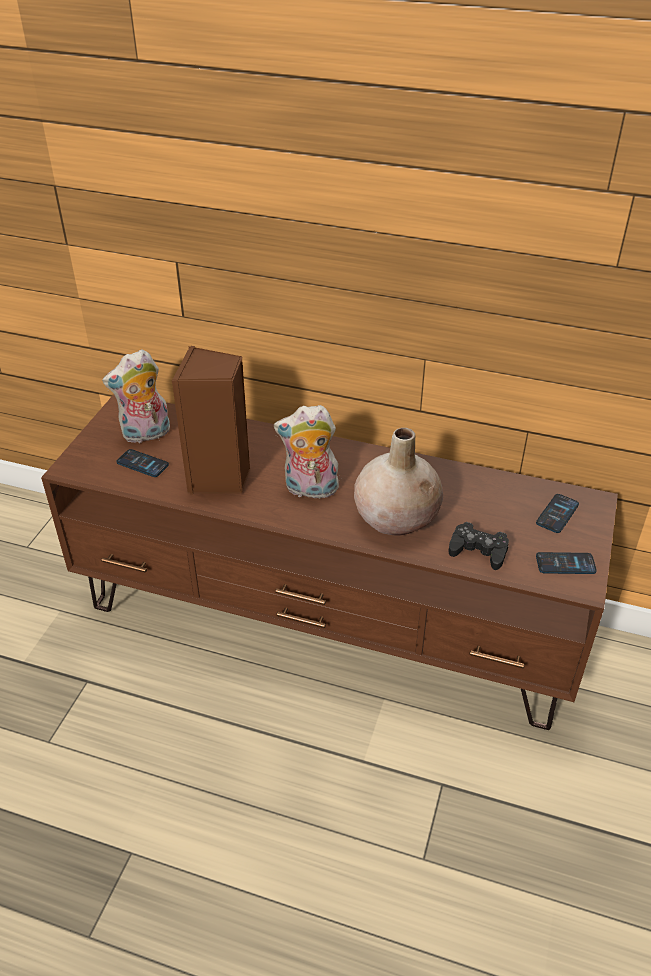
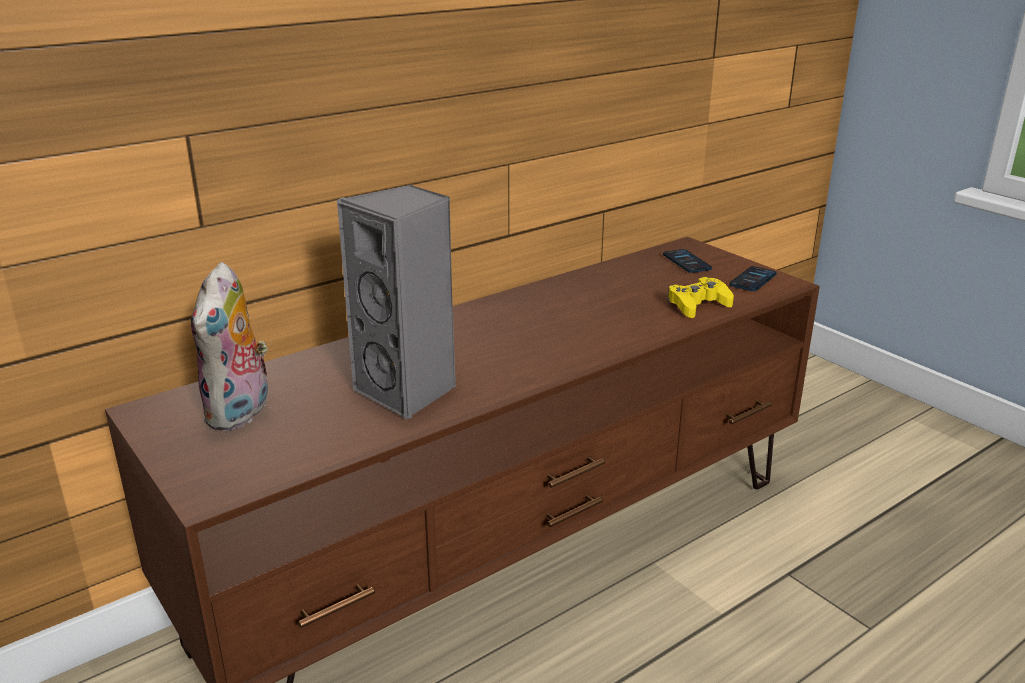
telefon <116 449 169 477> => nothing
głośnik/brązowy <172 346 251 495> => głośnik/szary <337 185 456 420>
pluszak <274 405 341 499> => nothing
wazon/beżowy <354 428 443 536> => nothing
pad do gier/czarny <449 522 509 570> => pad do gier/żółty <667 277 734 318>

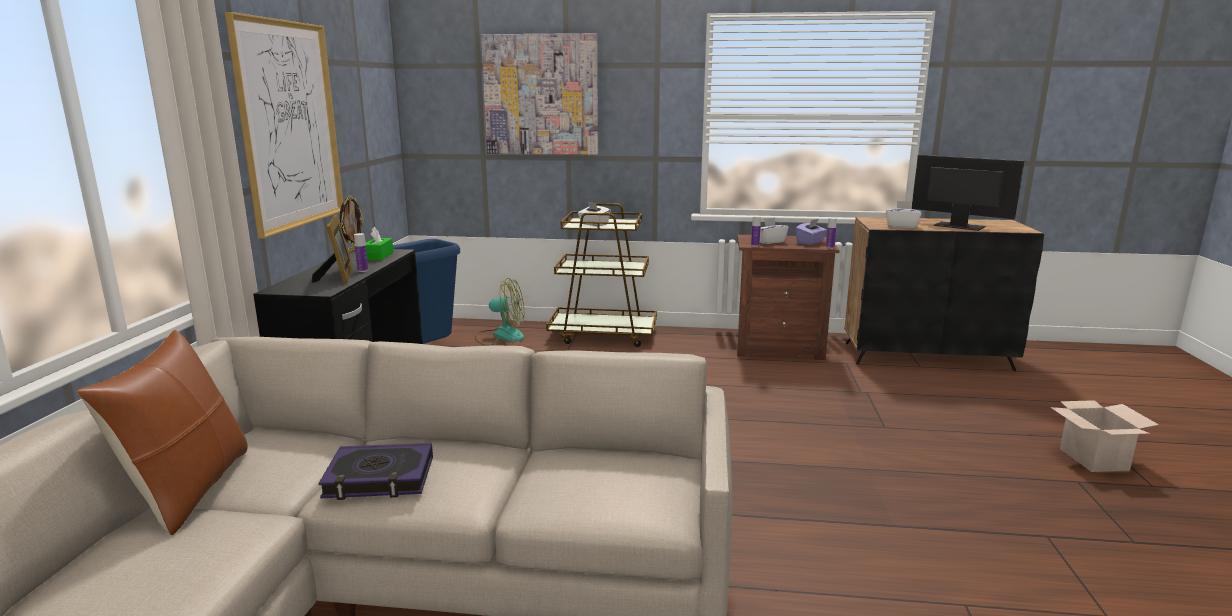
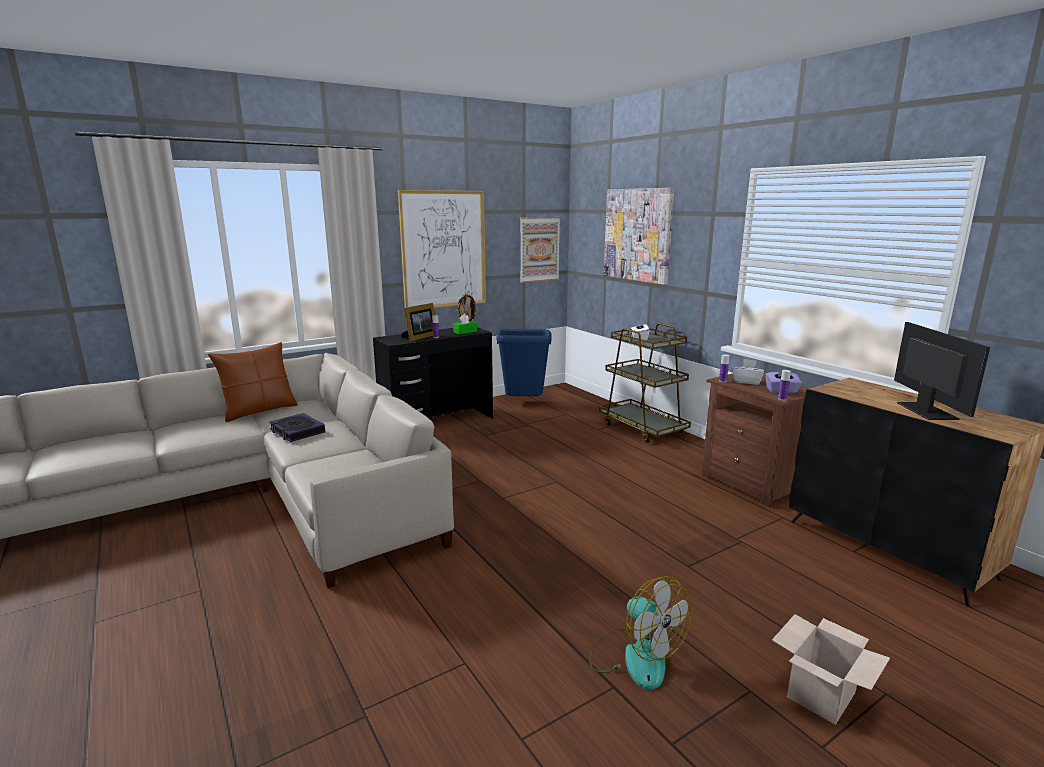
wentylator <475 278 524 346> => wentylator <589 576 691 690>, moved
pudełko chusteczek/biały <886 201 922 228> => nothing
nothing => obraz <520 217 560 283>

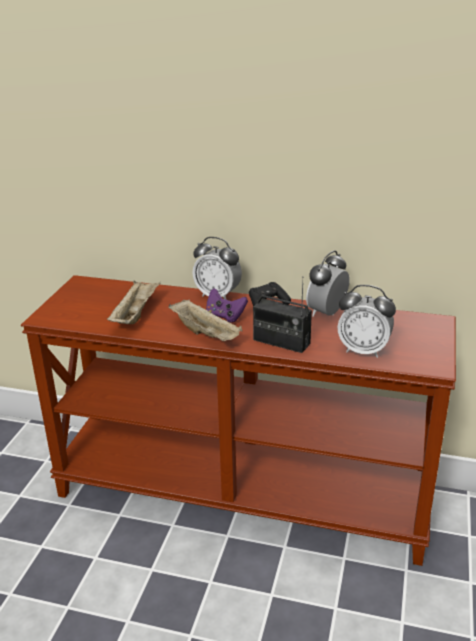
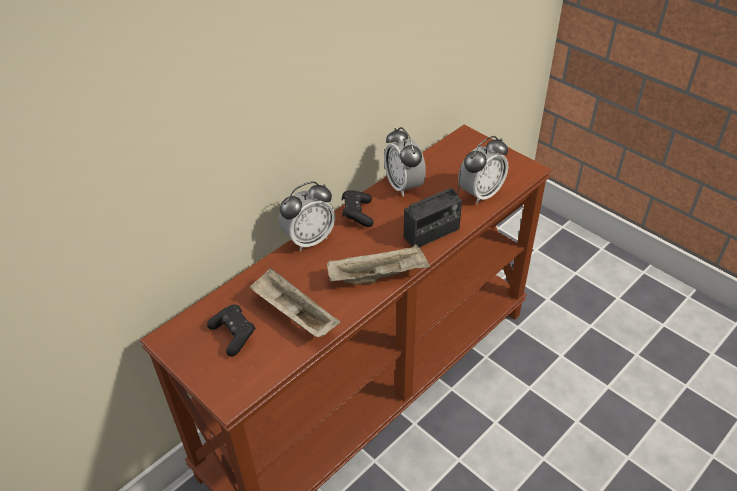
pad do gier/fioletowy <206 288 248 322> => nothing
nothing => pad do gier/czarny <207 304 256 356>

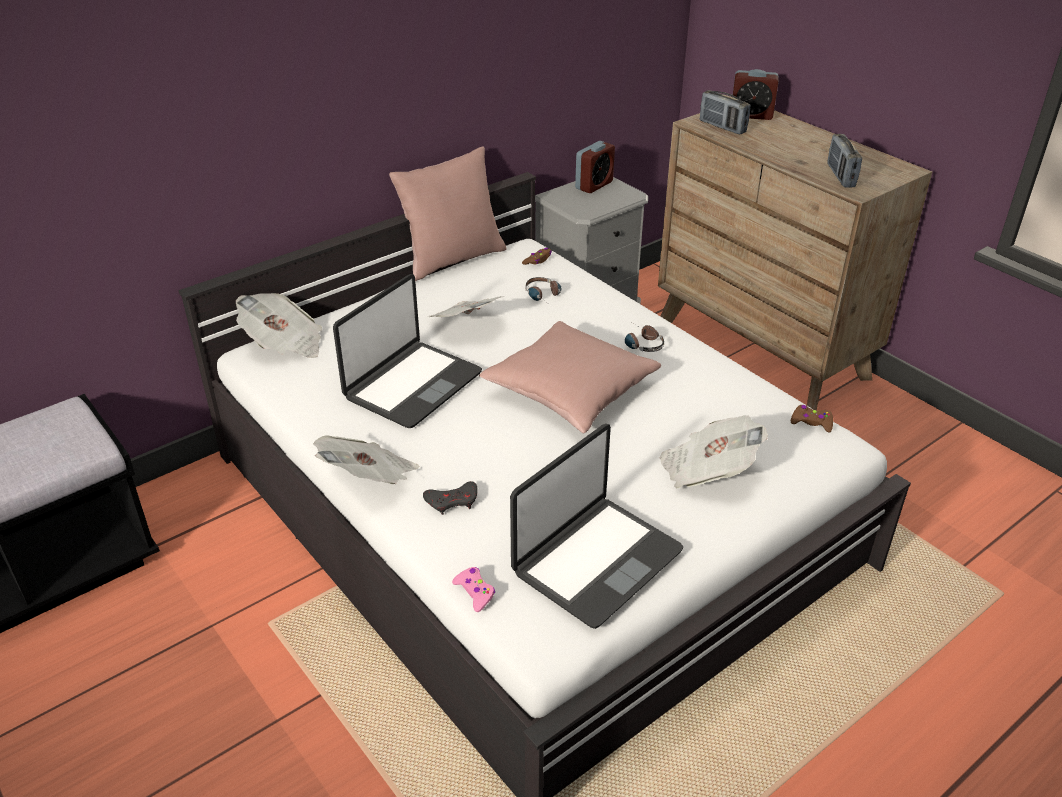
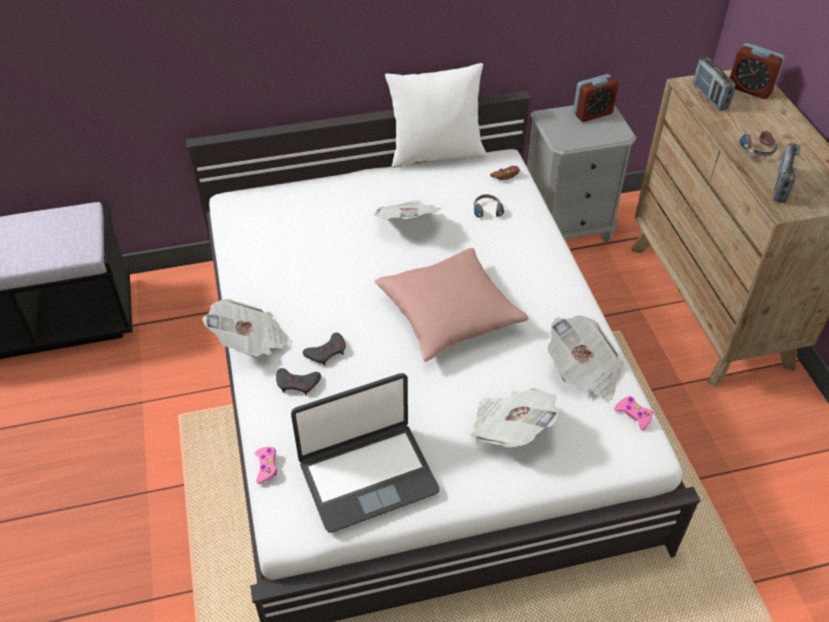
gazeta <236 293 322 358> => gazeta <548 315 624 401>, moved
laptop <333 274 482 428> => nothing
poduszka/różowy <389 146 506 281> => poduszka/biały <385 63 487 168>
słuchawki <625 325 664 352> => słuchawki <740 129 778 156>, moved
pad do gier/brązowy <791 405 833 432> => pad do gier/różowy <614 396 653 431>
nothing => pad do gier/szary <303 333 346 365>

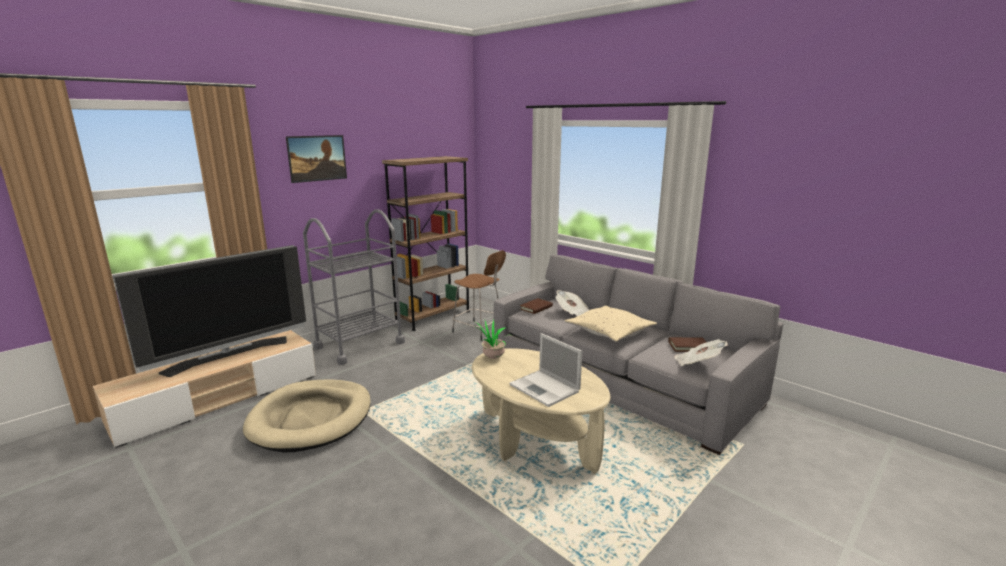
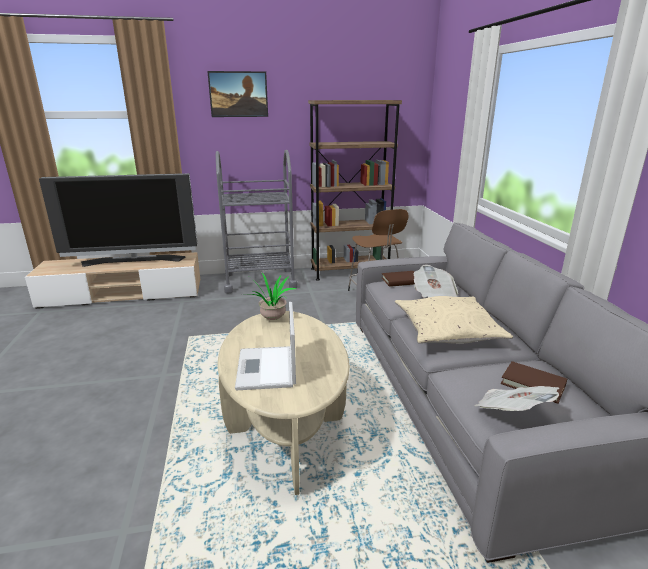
legowisko/beżowy <243 379 371 453> => nothing

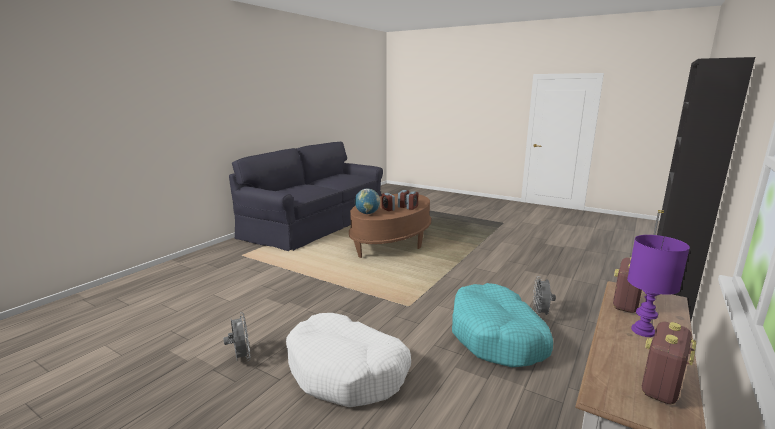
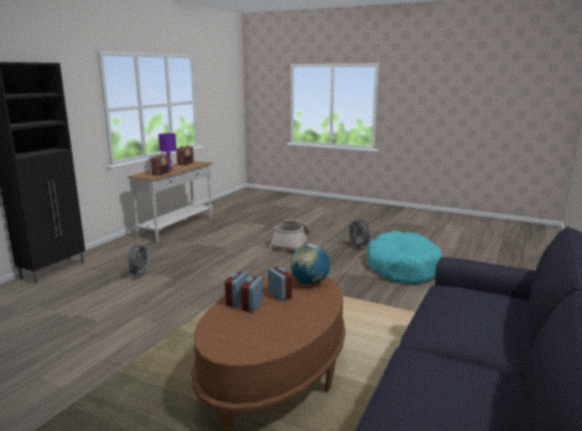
legowisko/biały <286 313 411 407> => koszyk <269 220 310 250>
legowisko/turkusowy <452 283 553 367> => legowisko/turkusowy <367 231 442 285>, moved

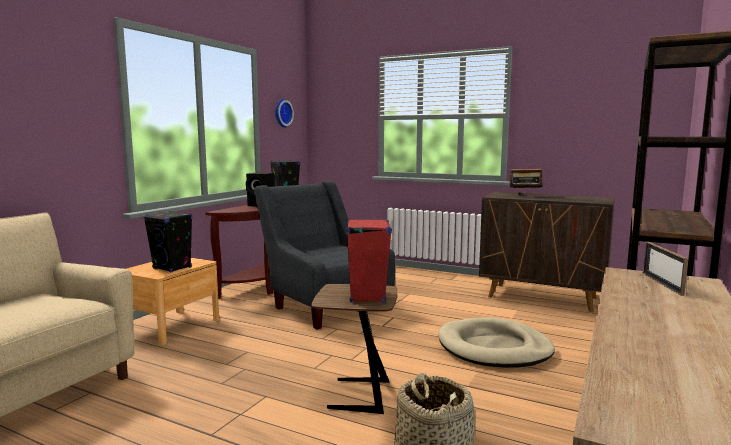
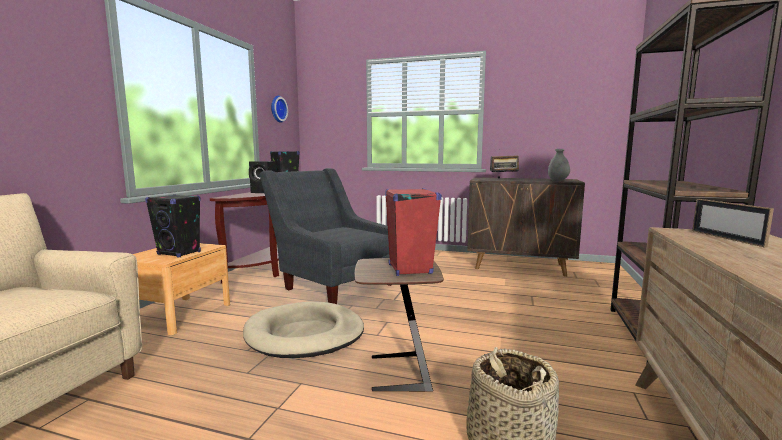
legowisko/beżowy <438 317 555 368> => legowisko/beżowy <243 301 364 358>, moved
nothing => wazon/szary <548 149 570 181>

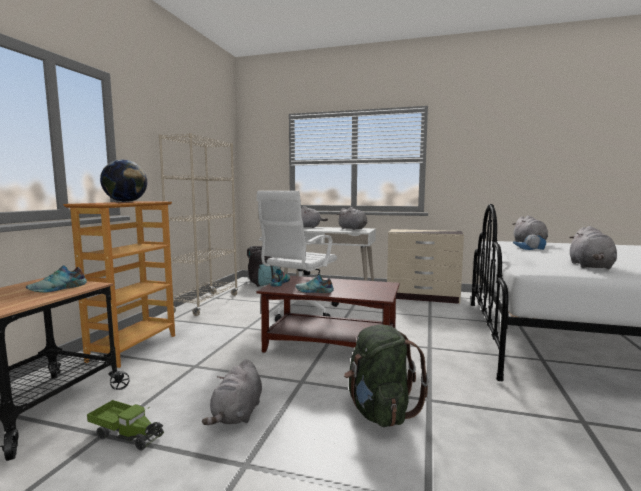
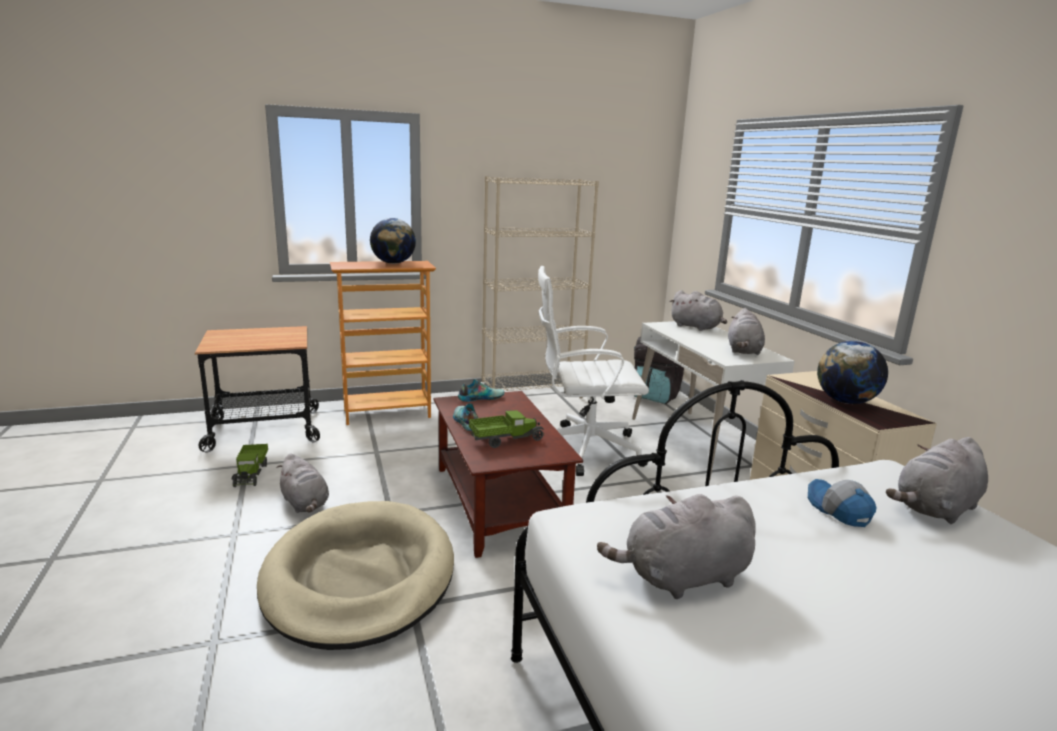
but <26 265 87 292> => nothing
pluszak/szary <202 359 262 425> => pluszak/szary <276 454 329 513>, 105 degrees counterclockwise
plecak/zielony <344 325 429 427> => legowisko/beżowy <257 501 454 650>
nothing => ciężarówka zabawkowa <469 410 544 448>
nothing => globus <817 341 888 404>

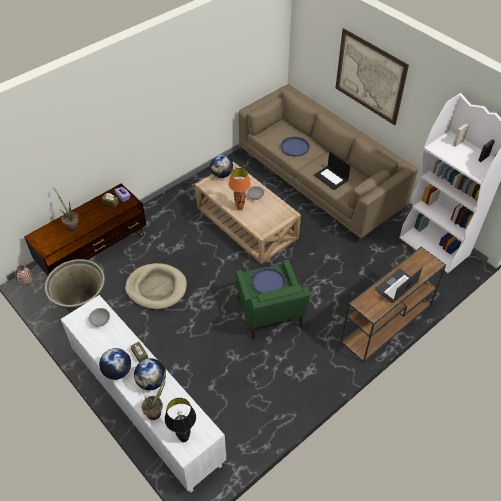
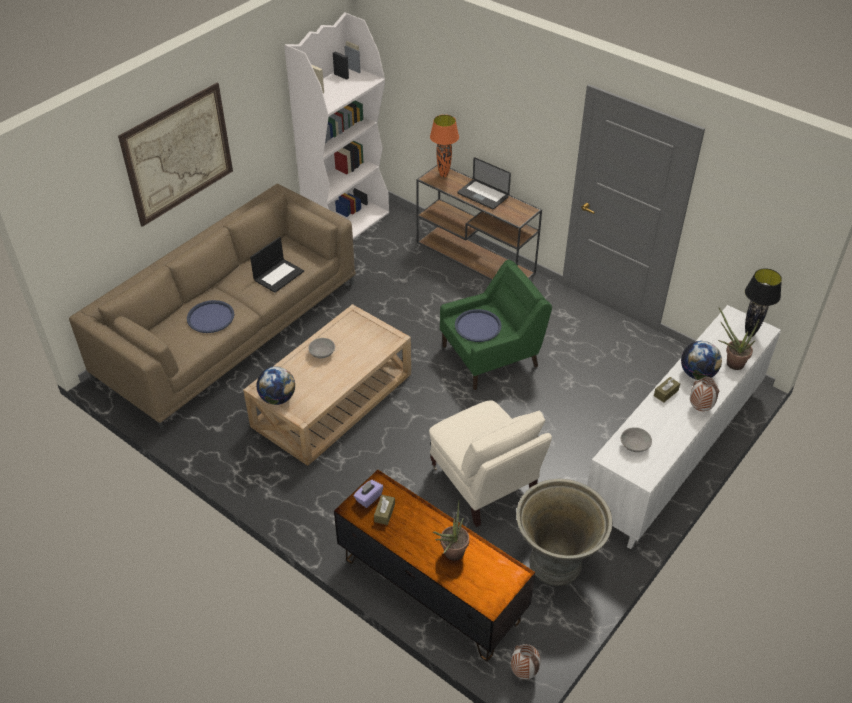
globus <99 348 131 380> => wazon <690 377 719 411>
legowisko/beżowy <125 263 187 310> => fotel/beżowy <429 400 552 527>
lampa stołowa/pomarańczowy <228 168 251 210> => lampa stołowa/pomarańczowy <430 115 459 177>, moved

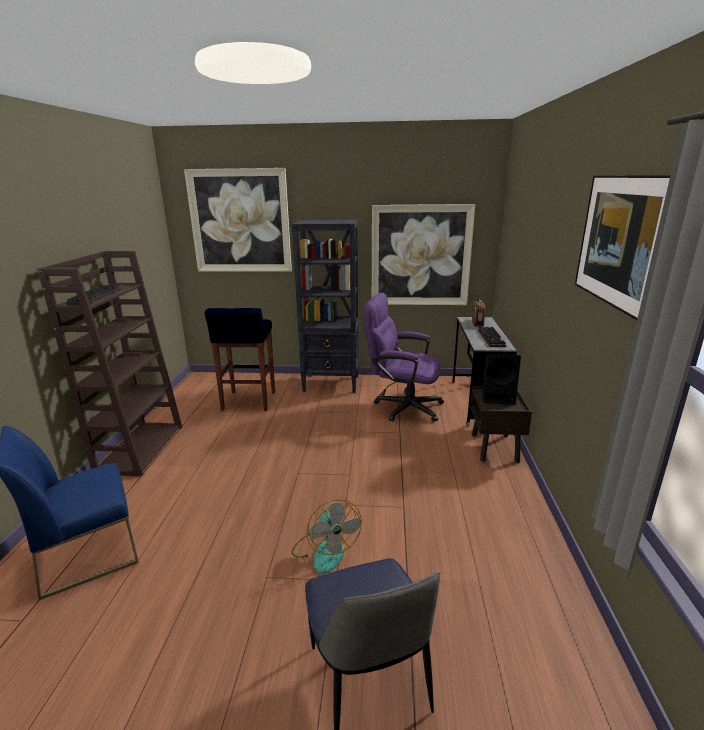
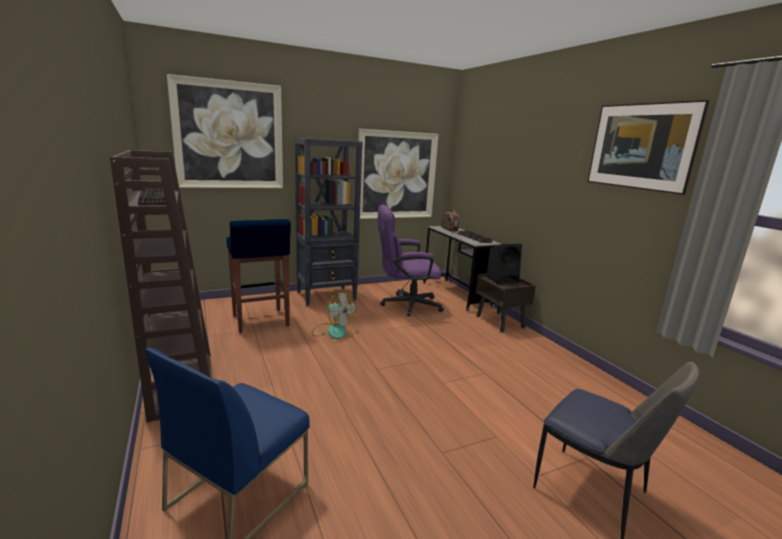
wentylator <292 499 362 574> => wentylator <312 291 356 339>, moved

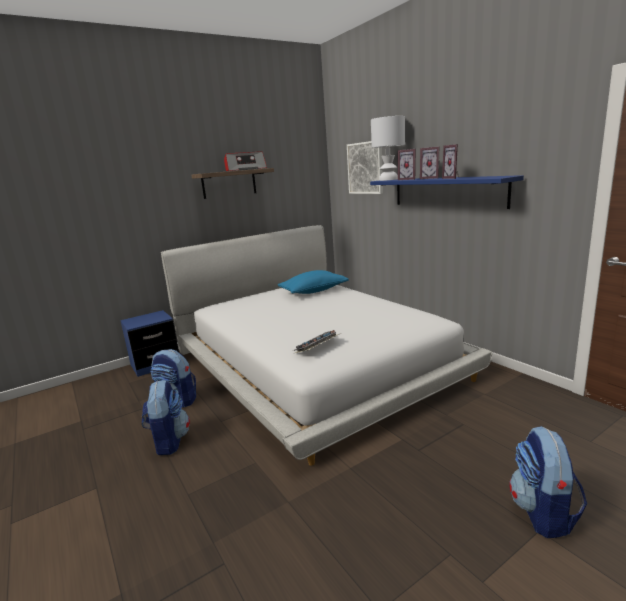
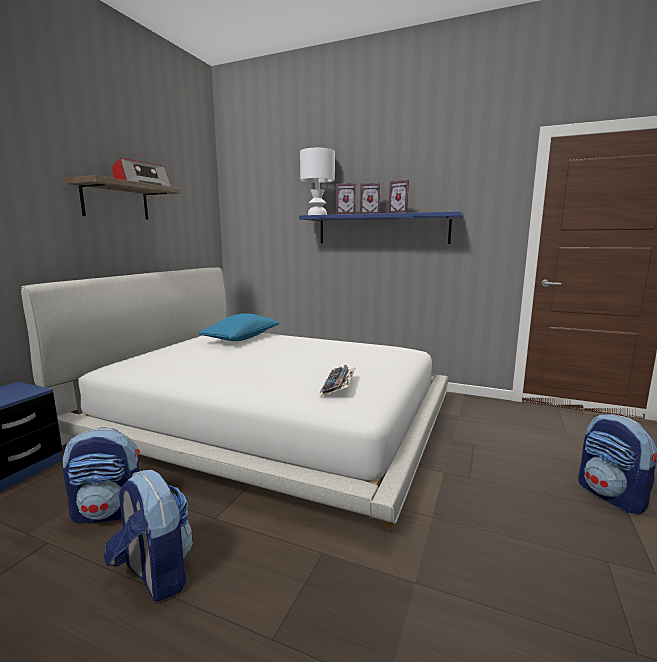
obraz <347 141 383 194> => nothing

